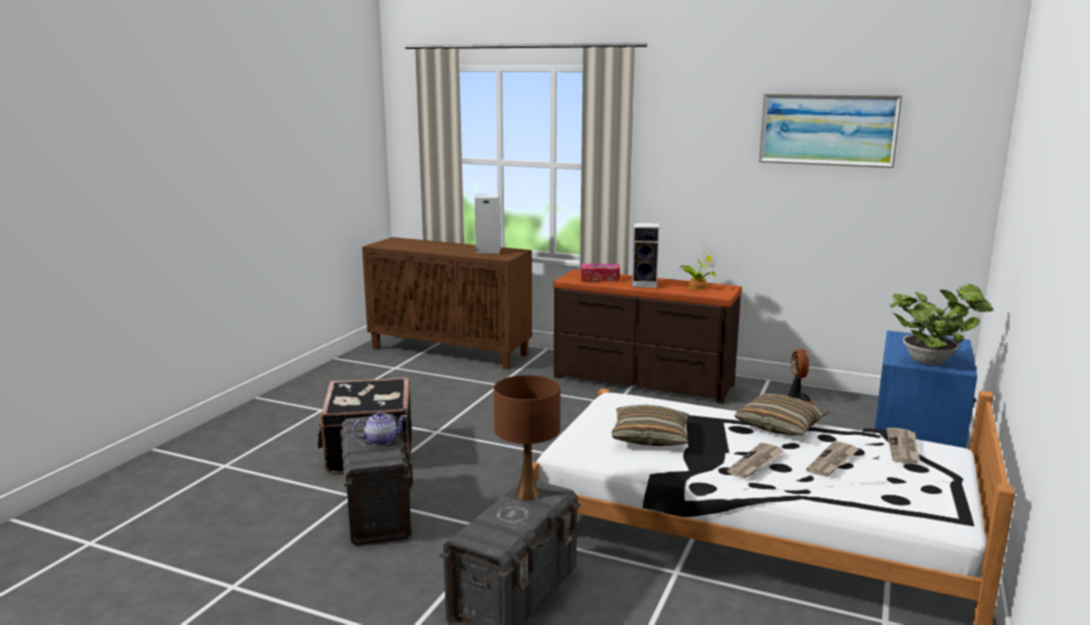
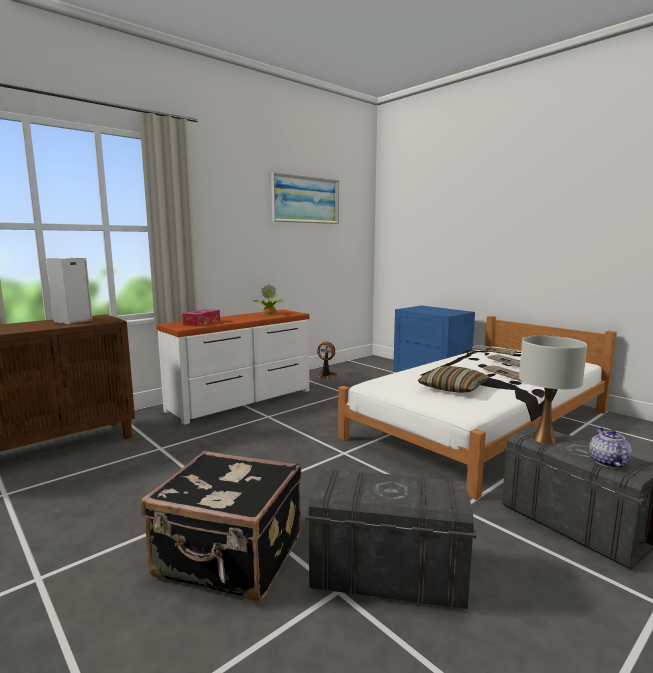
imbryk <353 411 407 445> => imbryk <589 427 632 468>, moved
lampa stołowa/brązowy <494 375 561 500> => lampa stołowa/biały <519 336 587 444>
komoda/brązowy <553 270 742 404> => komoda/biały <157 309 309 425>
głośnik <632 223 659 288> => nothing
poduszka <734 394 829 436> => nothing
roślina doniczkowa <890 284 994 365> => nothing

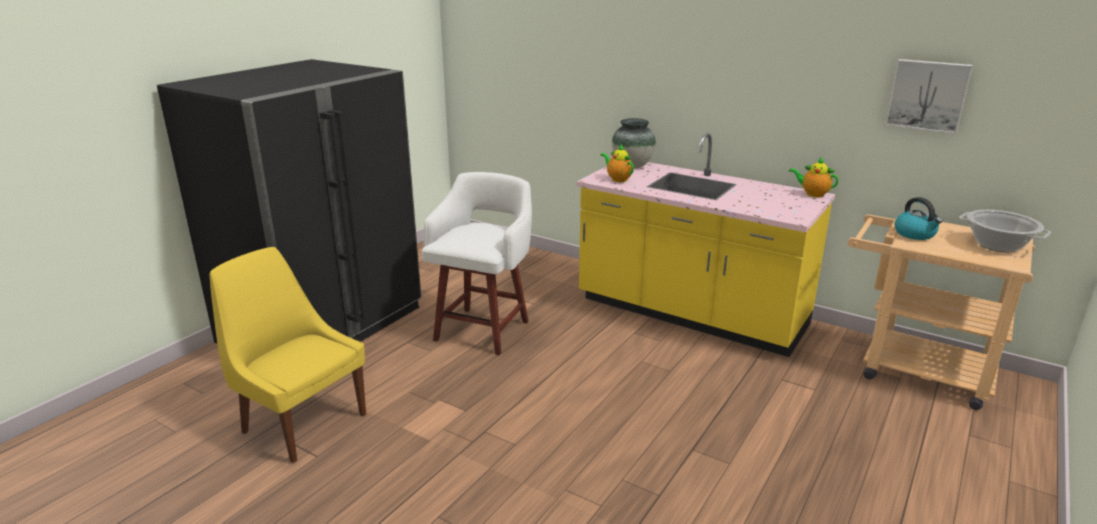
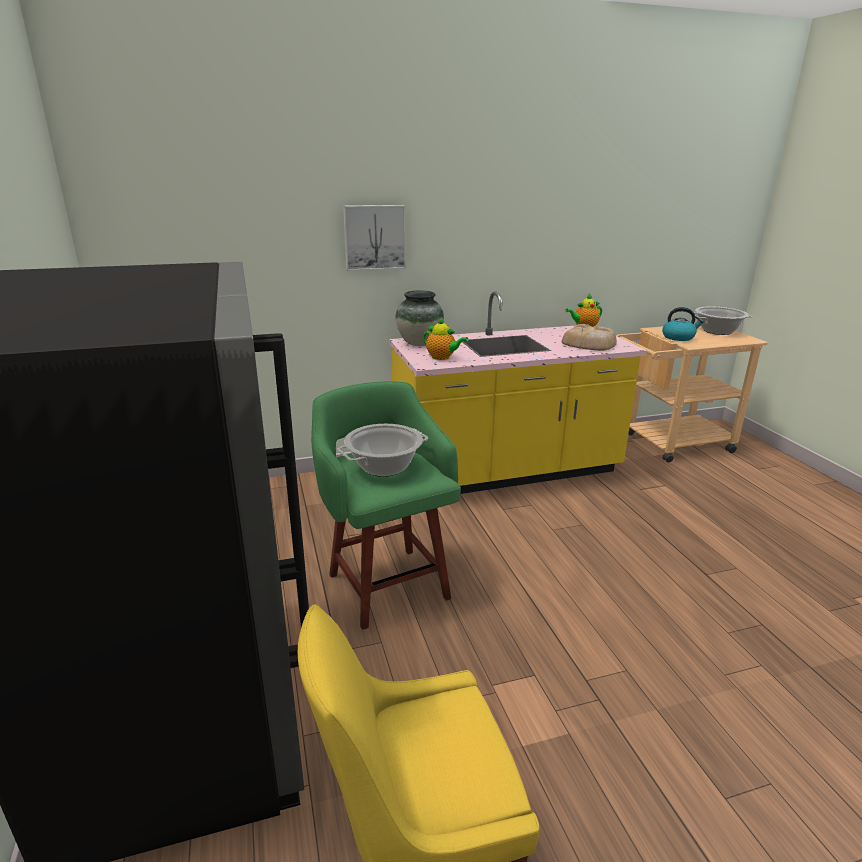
stołek/biały <421 172 532 355> => stołek/zielony <311 381 461 630>
imbryk <601 144 634 182> => imbryk <423 318 469 360>, 150 degrees counterclockwise
obraz <885 59 973 134> => obraz <343 205 406 271>, moved
nothing => garnek <337 424 428 477>
nothing => chleb <561 324 617 351>

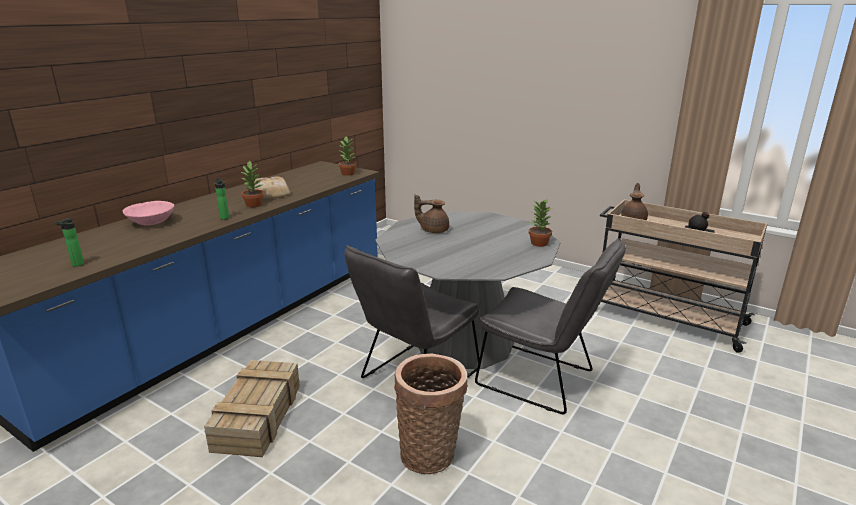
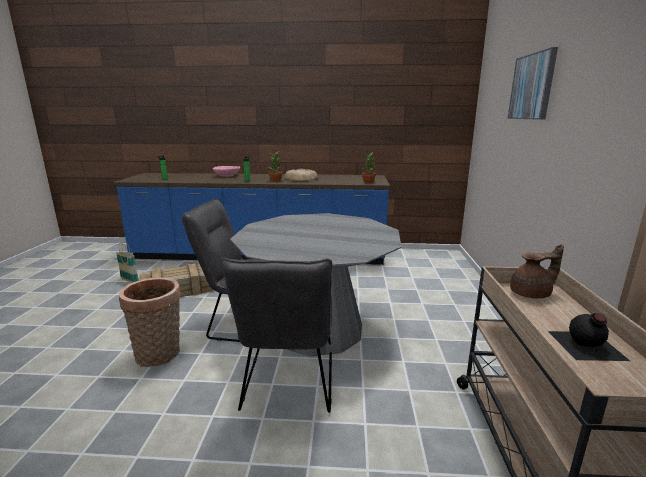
imbryk/brązowy <414 194 449 233> => nothing
roślina doniczkowa <529 200 552 247> => nothing
nothing => koszyk <116 242 139 283>
nothing => obraz <508 47 558 120>

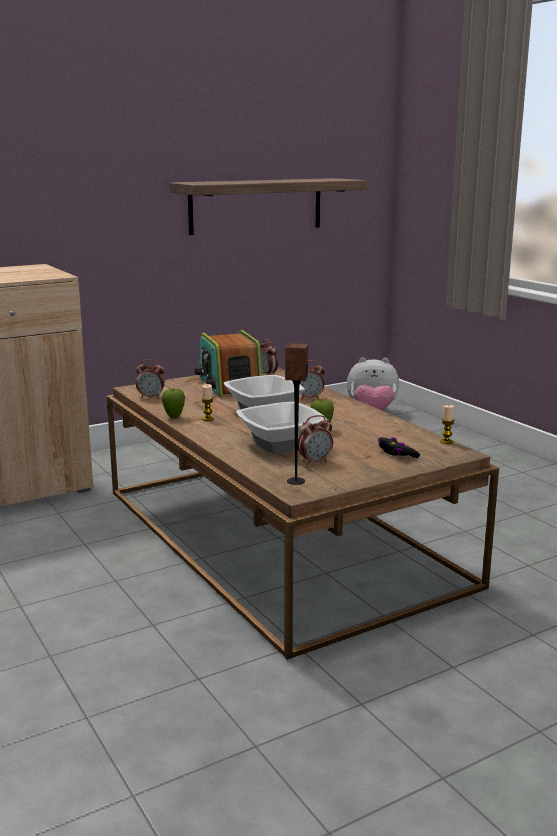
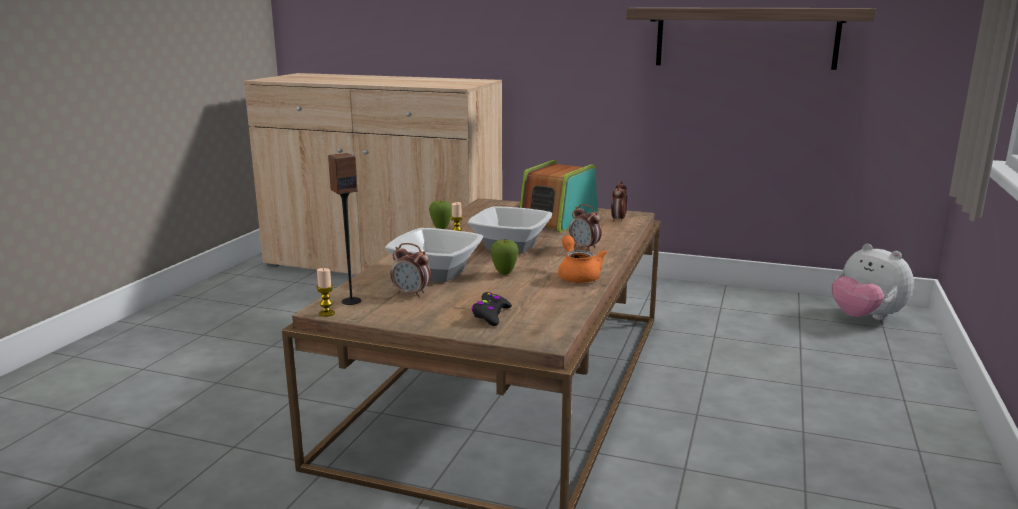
budzik <136 360 165 399> => nothing
świeca <440 405 455 444> => świeca <316 268 335 317>, moved
nothing => imbryk/pomarańczowy <558 236 607 283>

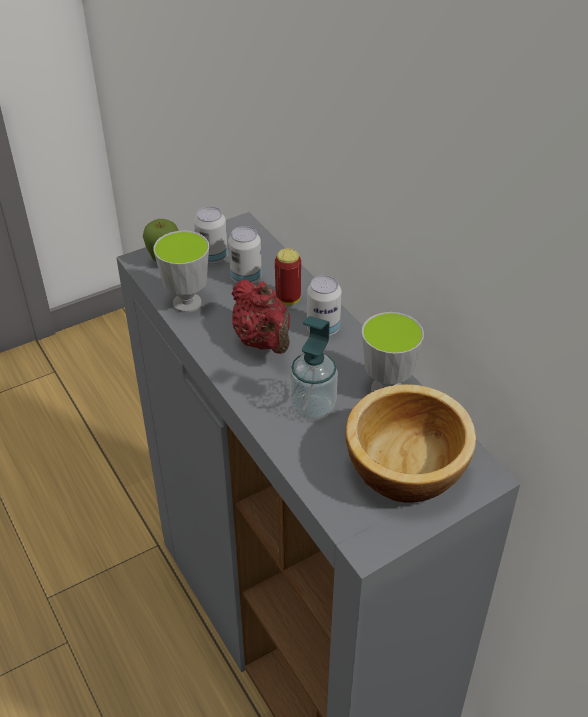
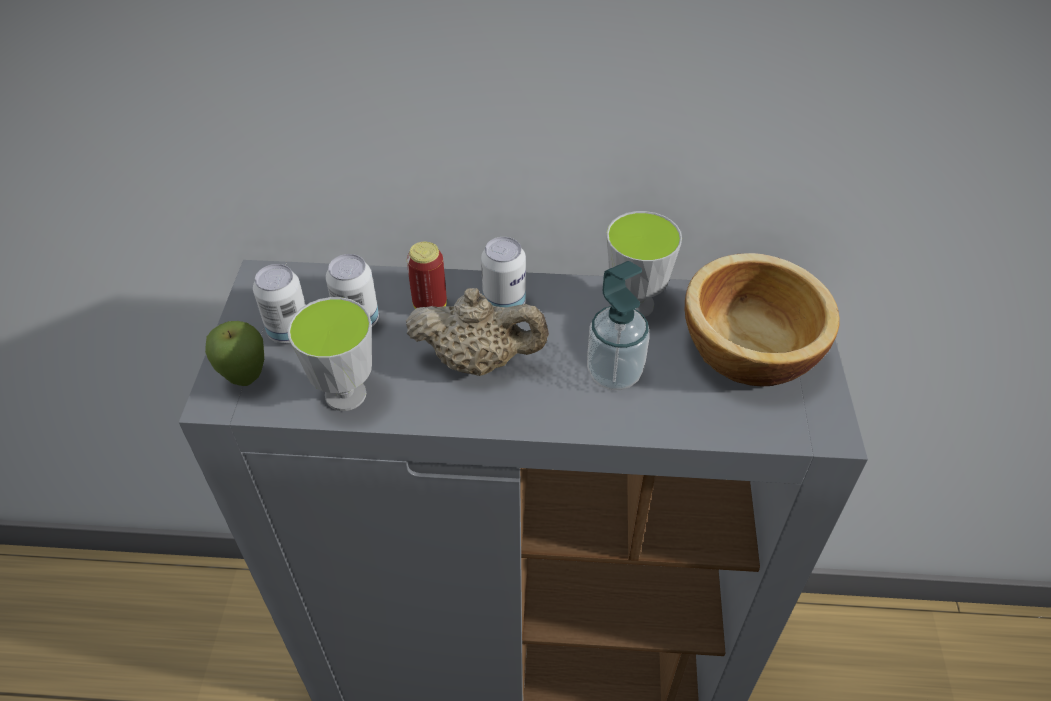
imbryk/czerwony <232 280 290 354> => imbryk/beżowy <406 288 549 376>

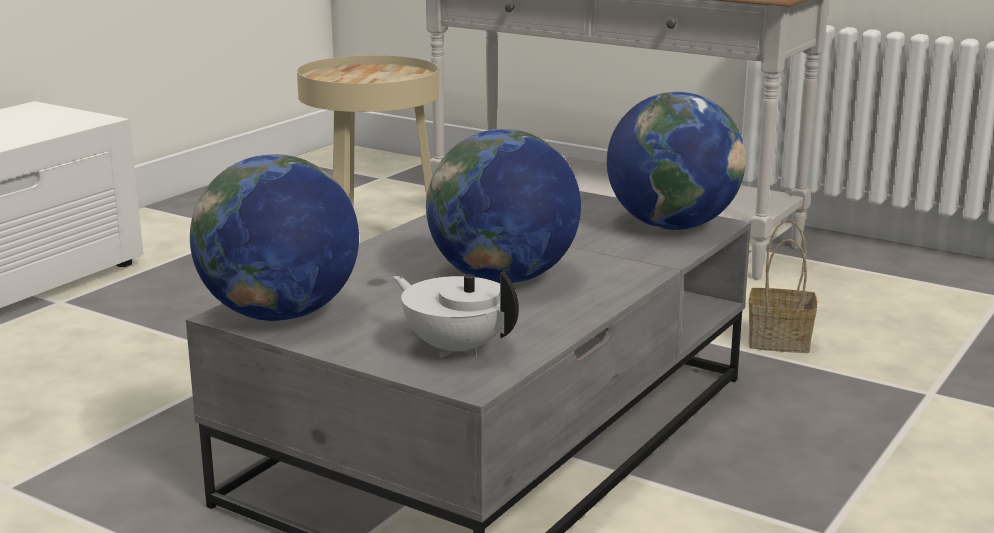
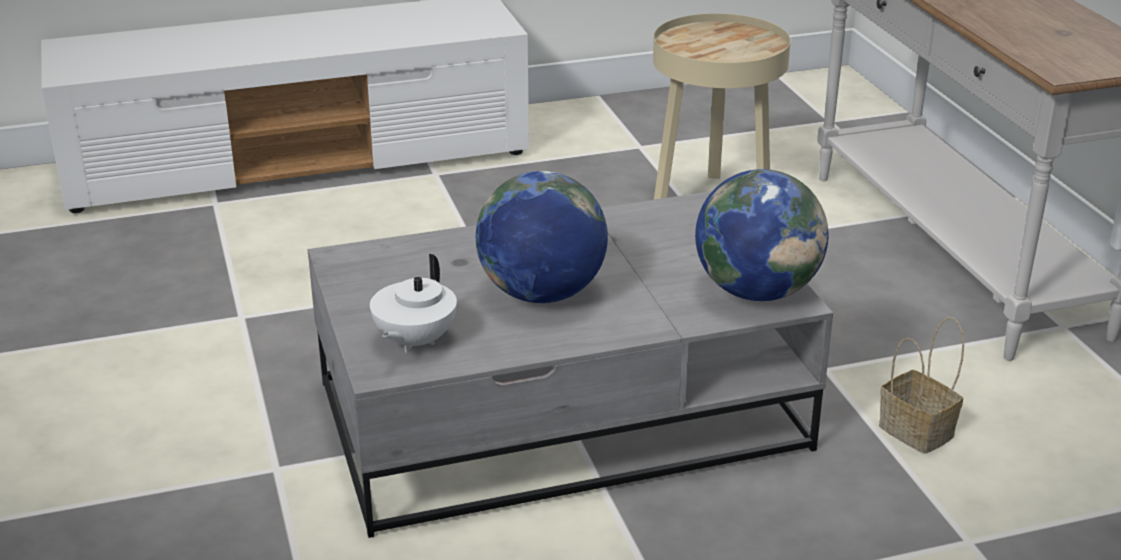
globus <190 154 359 321> => nothing
imbryk/biały <393 271 519 358> => imbryk/biały <370 254 457 353>, 150 degrees counterclockwise

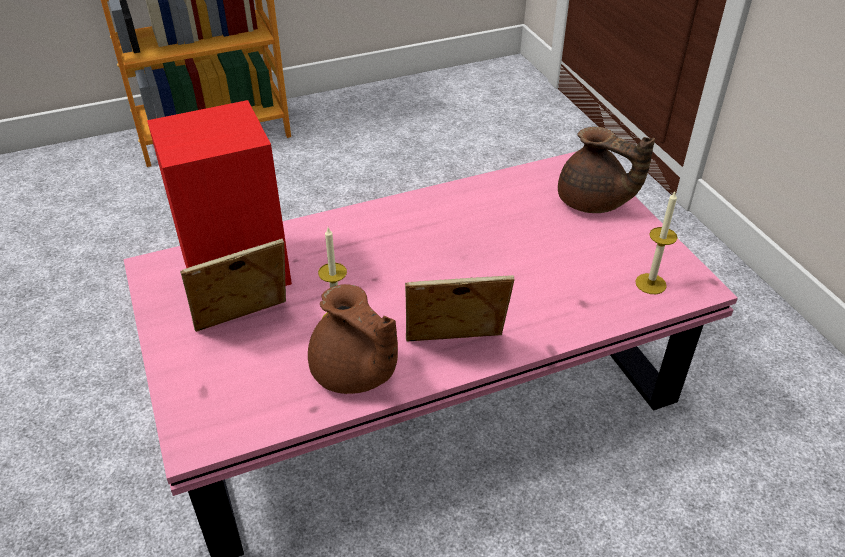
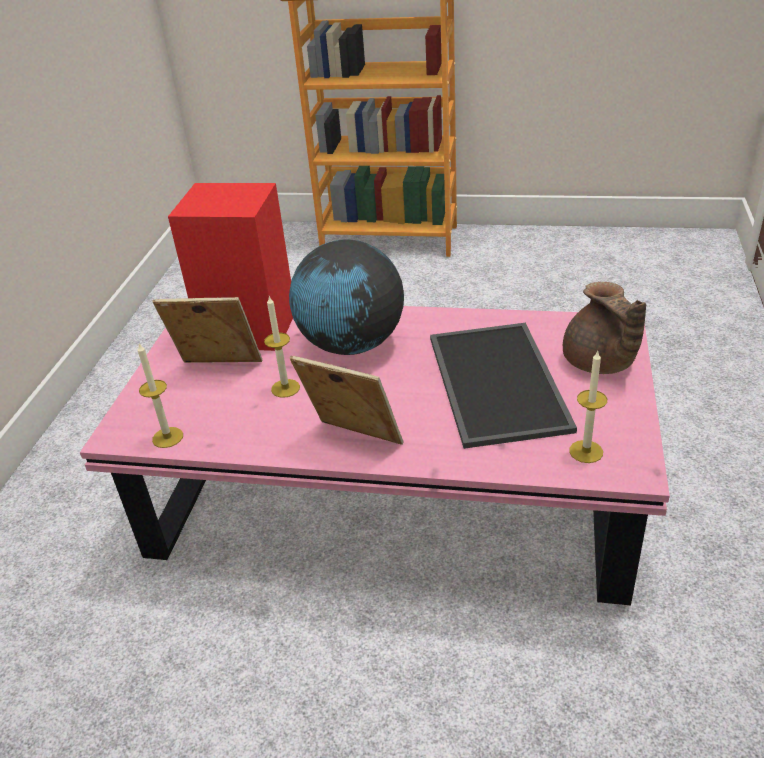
imbryk/brązowy <308 284 398 394> => nothing
nothing => świeca <138 344 183 448>
nothing => globus <289 240 404 355>
nothing => taca <430 323 577 449>

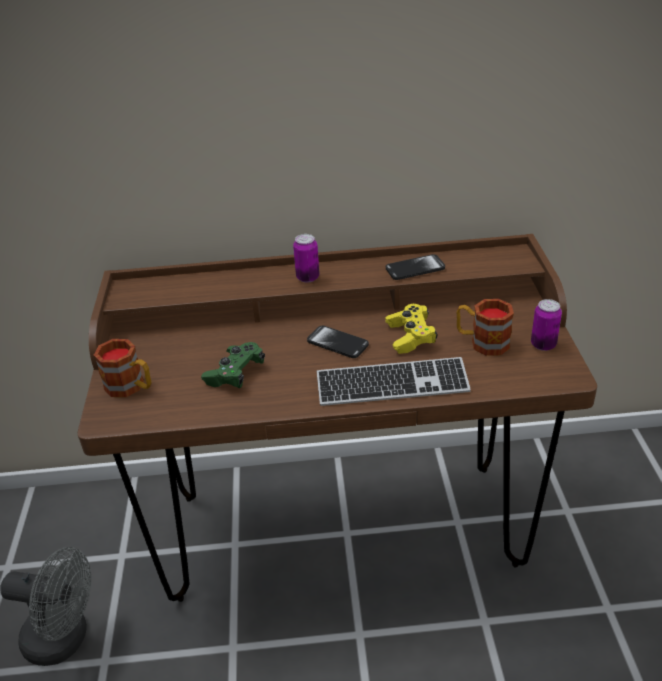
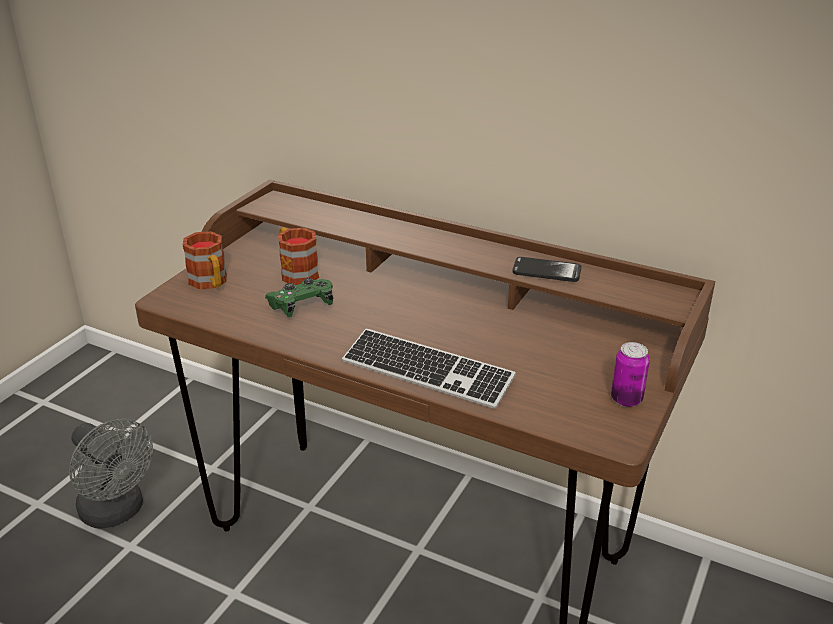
puszka <293 234 320 283> => nothing
telefon <307 326 369 358> => nothing
pad do gier/żółty <385 304 437 354> => nothing
kubek <456 299 514 356> => kubek <278 227 319 285>, moved

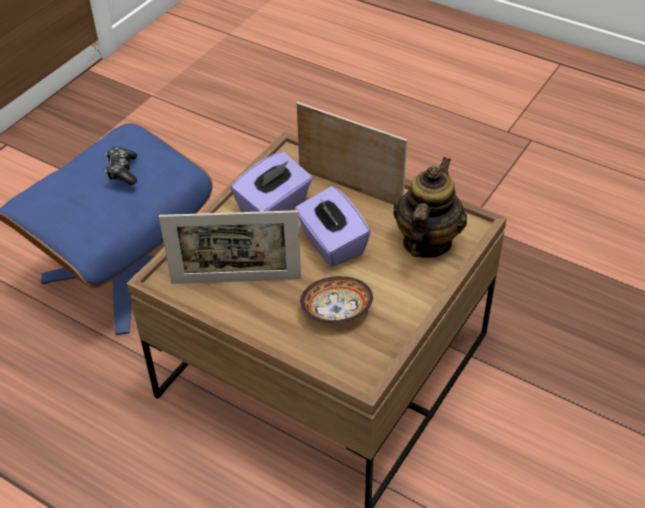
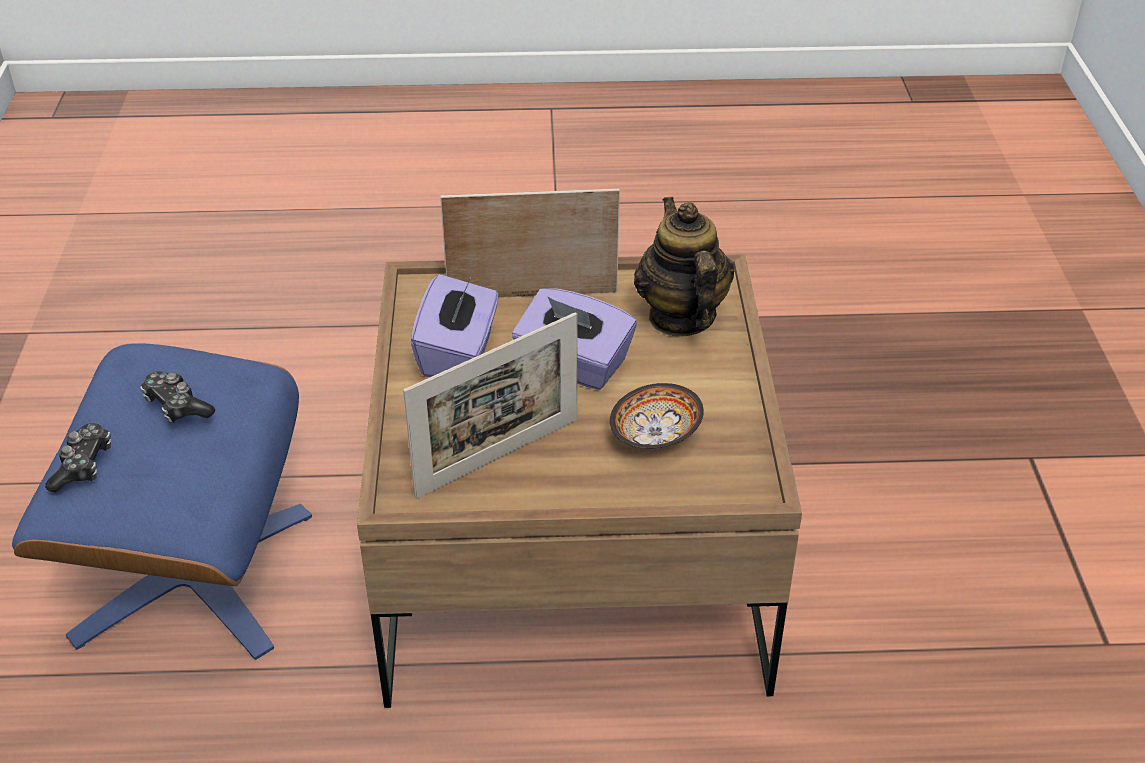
nothing => pad do gier <45 423 111 492>

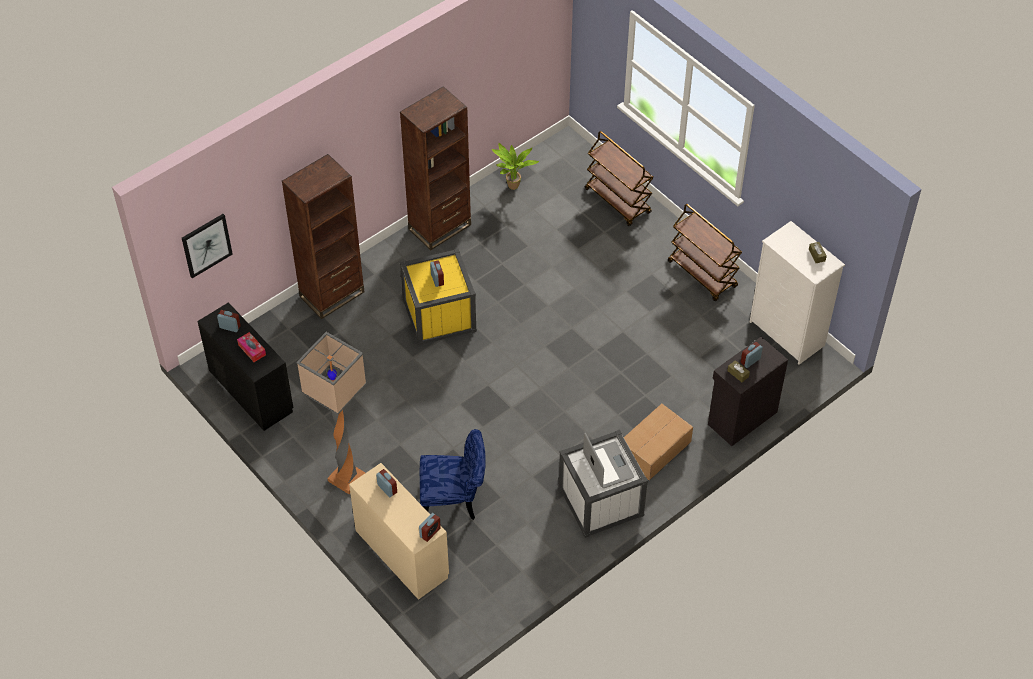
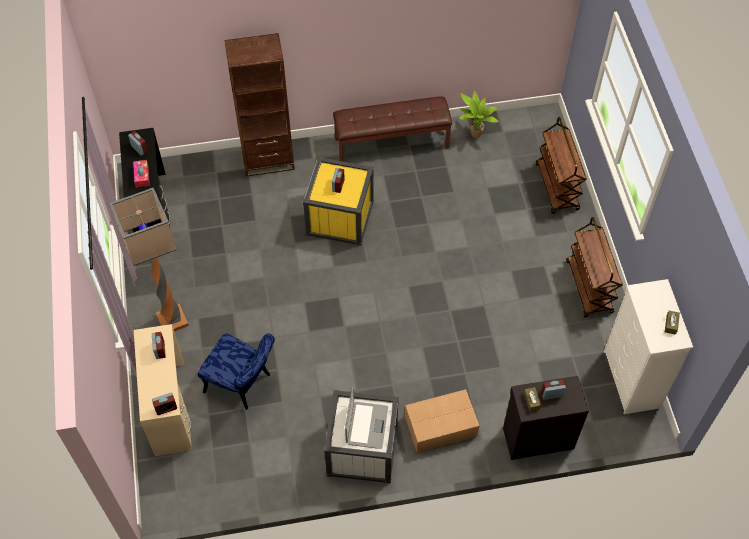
obraz <182 214 233 278> => nothing
regał/brązowy <400 86 471 250> => ławka/brązowy <333 96 452 161>

